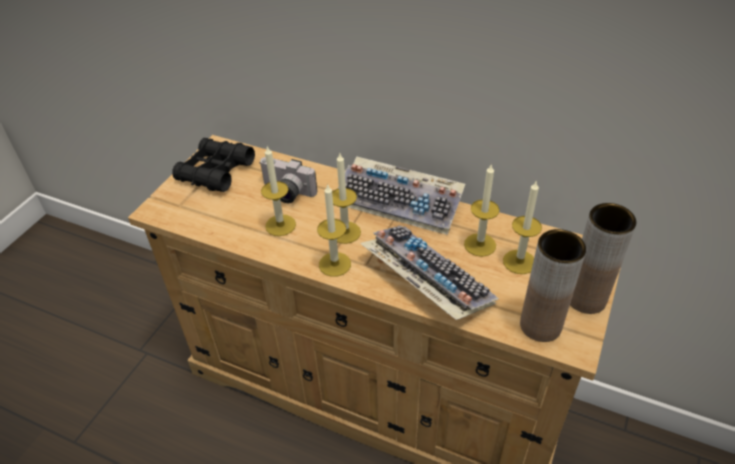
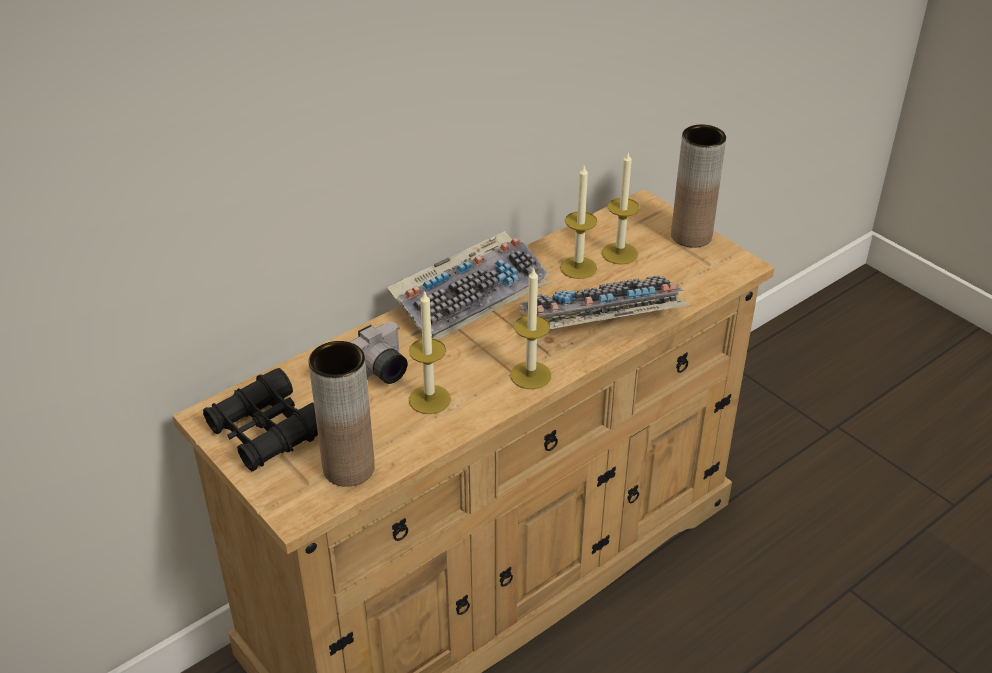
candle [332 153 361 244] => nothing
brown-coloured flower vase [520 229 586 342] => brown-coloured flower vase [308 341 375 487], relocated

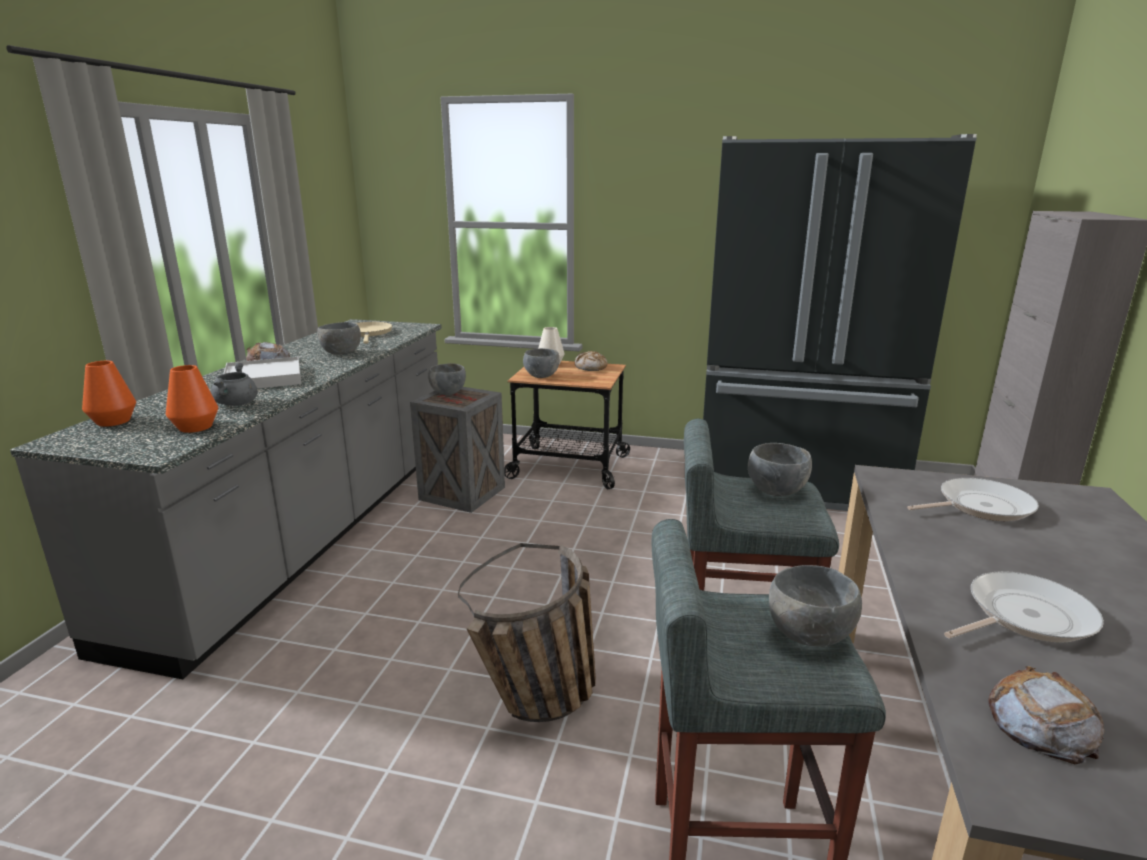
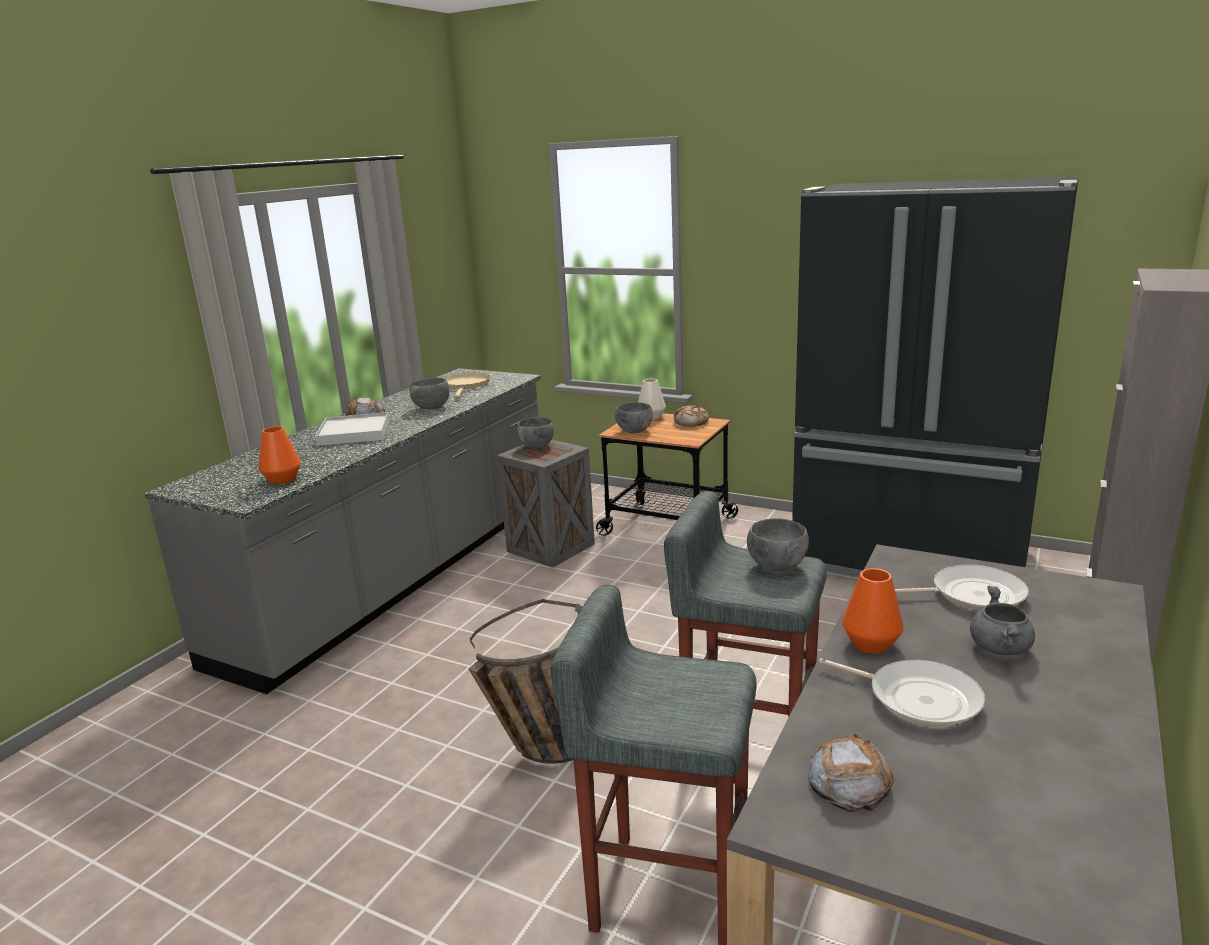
orangey flower vase [82 361 136 427] => orangey flower vase [842 568 904 653], relocated
greyish cooking pot [211 363 257 406] => greyish cooking pot [970 585 1035 655], relocated
greyish deep dish [769 565 862 647] => nothing
frying pan [944 571 1104 643] => frying pan [819 658 985 727], 45 degrees clockwise

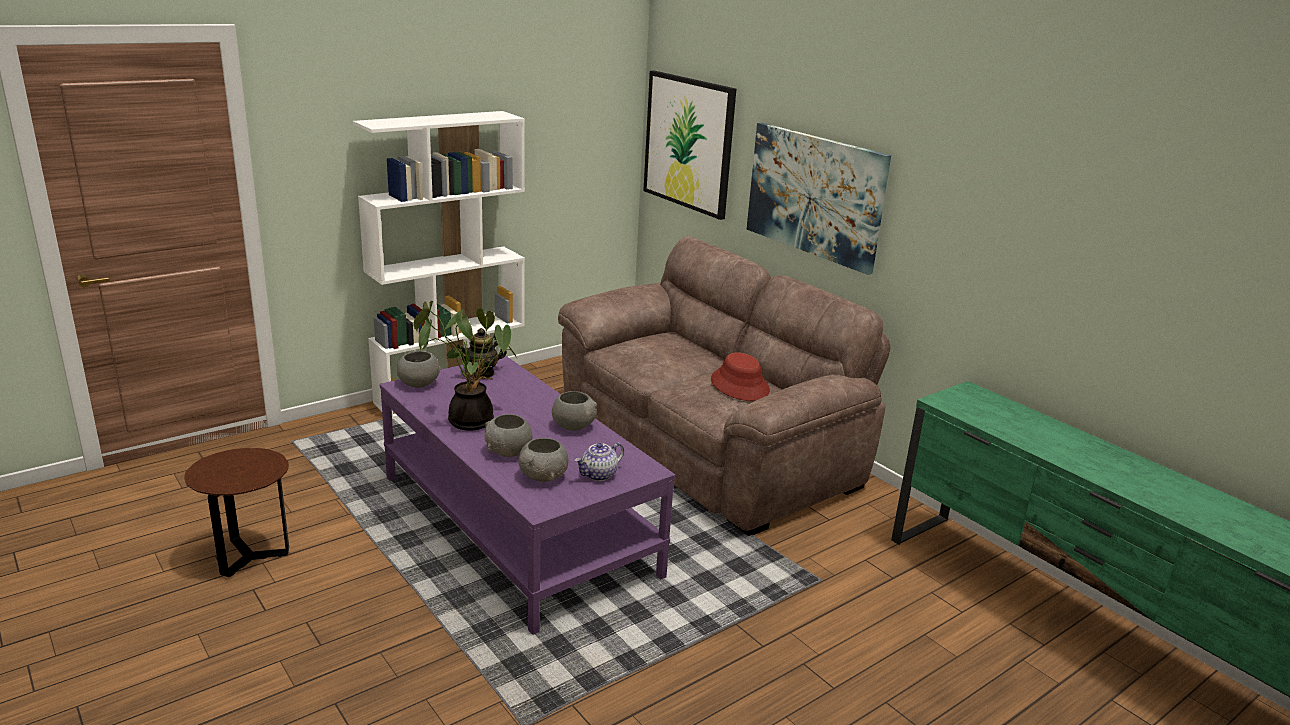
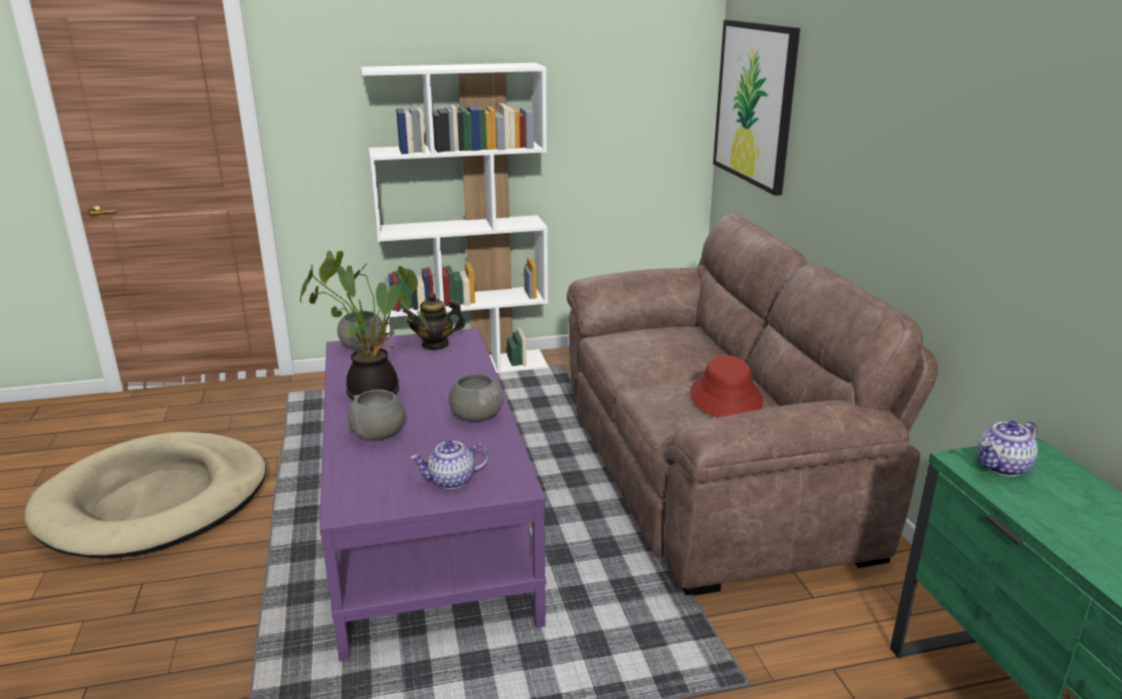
brown-coloured side table [184 448 289 577] => beige dog bed [25 432 266 558]
greyish deep dish [519 438 569 482] => nothing
picture [747 123 891 275] => nothing
nothing => teapot [977 421 1038 476]

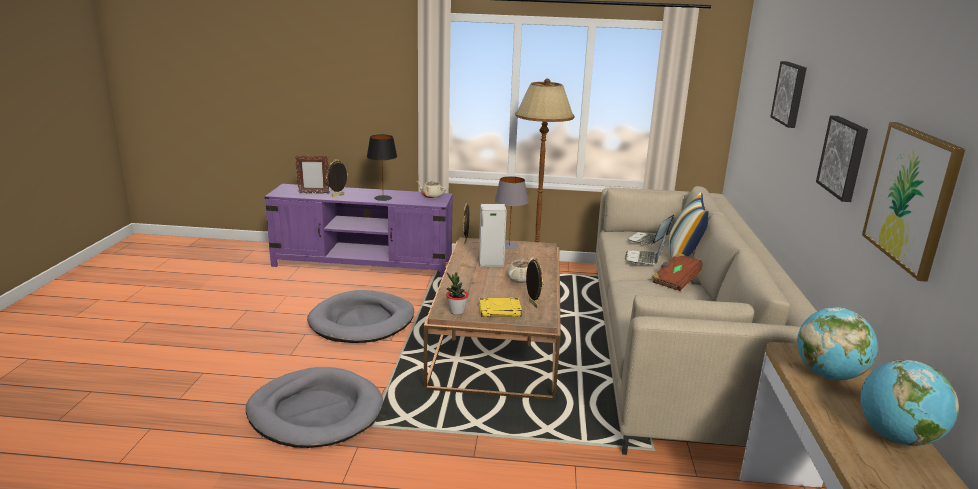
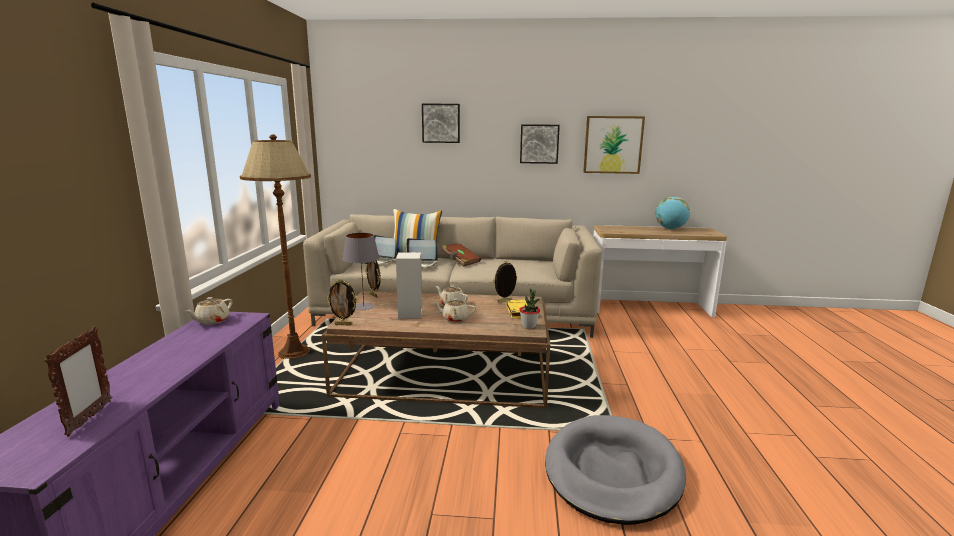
greyish dog bed [307 290 414 343] => nothing
photo frame [326 160 348 197] => photo frame [365 261 381 298], relocated
black lamp for a table [367 134 397 201] => nothing
desk globe [797 307 878 380] => nothing
nothing => beige teapot [433 298 476 322]

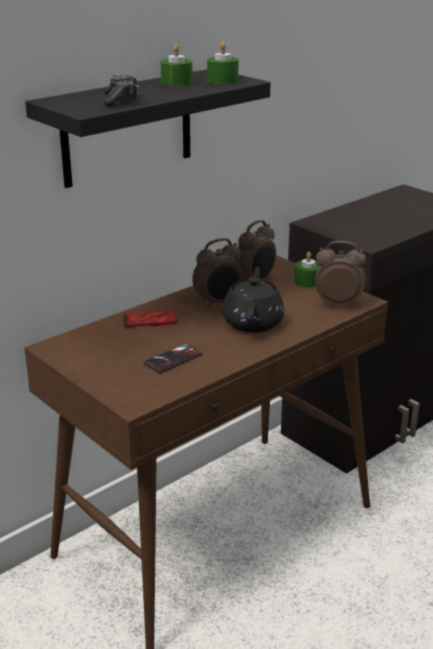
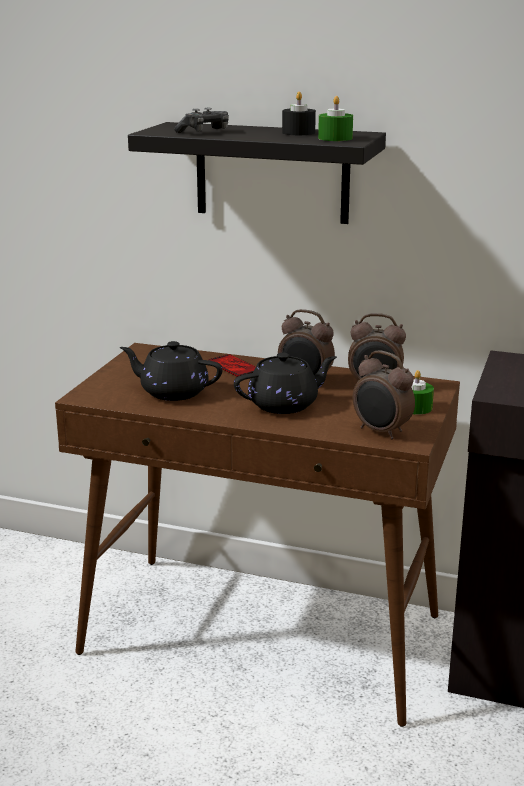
handset [144 344 203 373] => black teapot [120 341 223 401]
greenish candle [161 44 193 86] => black candle [282 92 316 135]
alarm clock [315 241 366 308] => alarm clock [353 351 415 440], 150 degrees clockwise

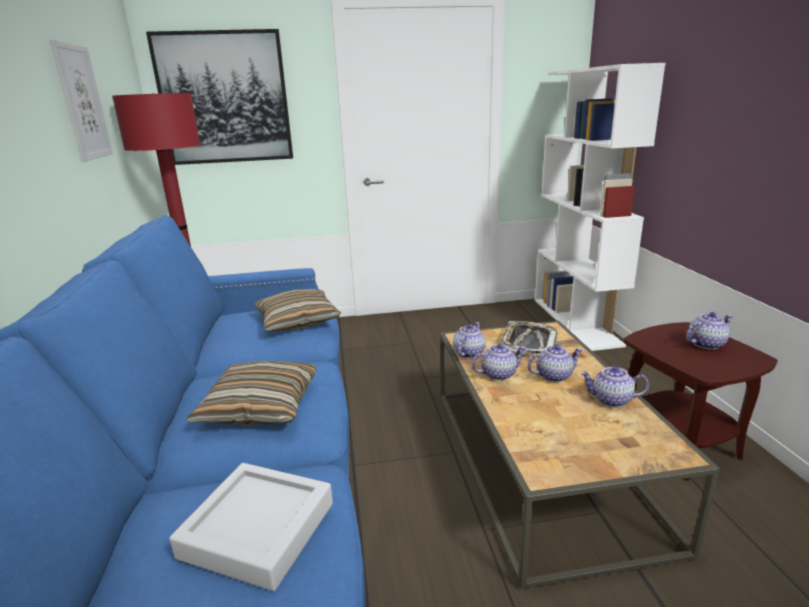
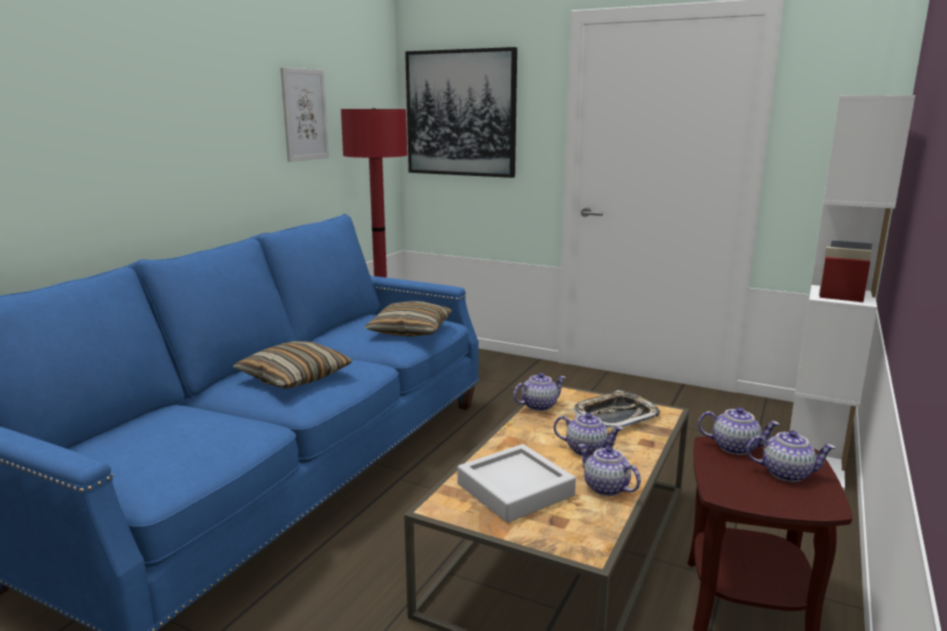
greyish carrying tray [169 463 333 591] => greyish carrying tray [457 444 576 523], relocated
teapot [472 343 526 381] => teapot [698 407 780 455], relocated

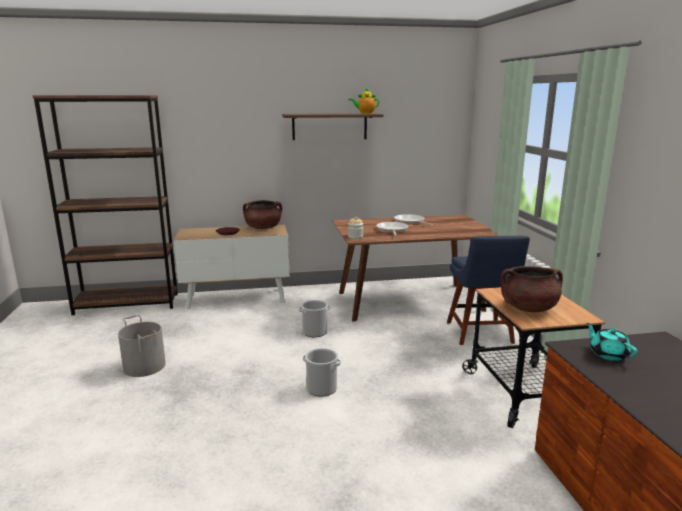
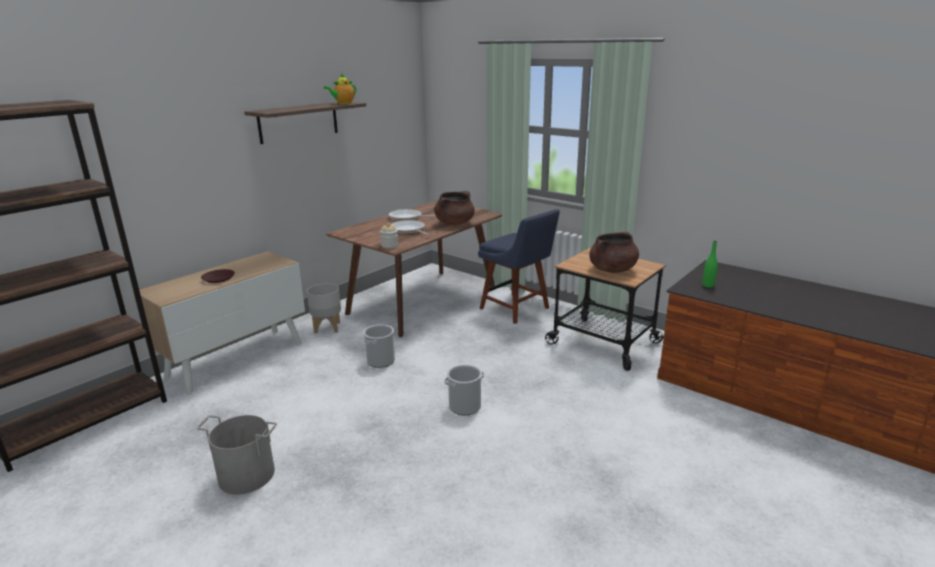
brown-coloured cooking pot [243 200 282 229] => brown-coloured cooking pot [434 191 475 225], relocated
turquoise-coloured teapot [586 323 637 361] => greenish bottle [702 241 718 287]
nothing => greyish planter [307 283 341 334]

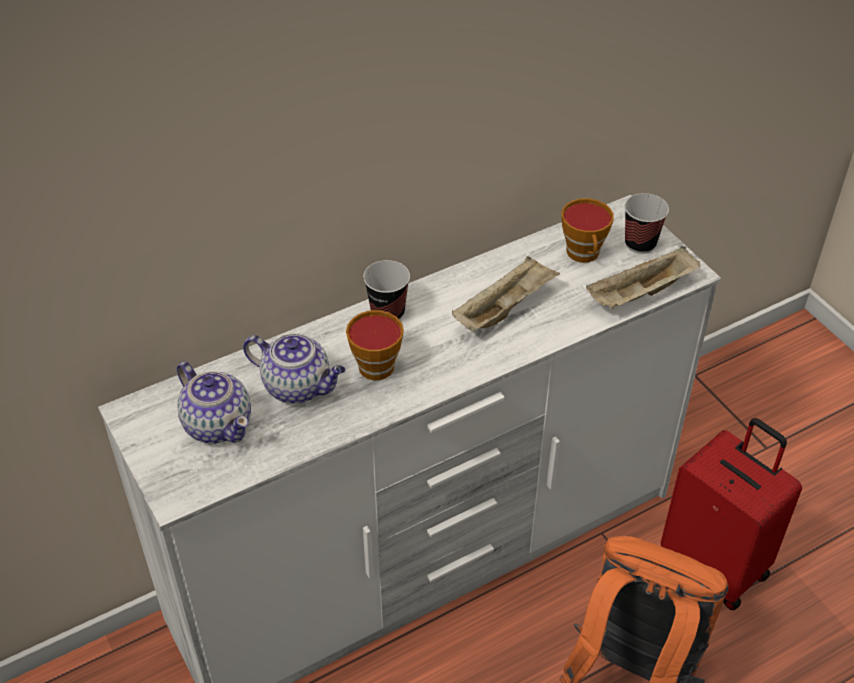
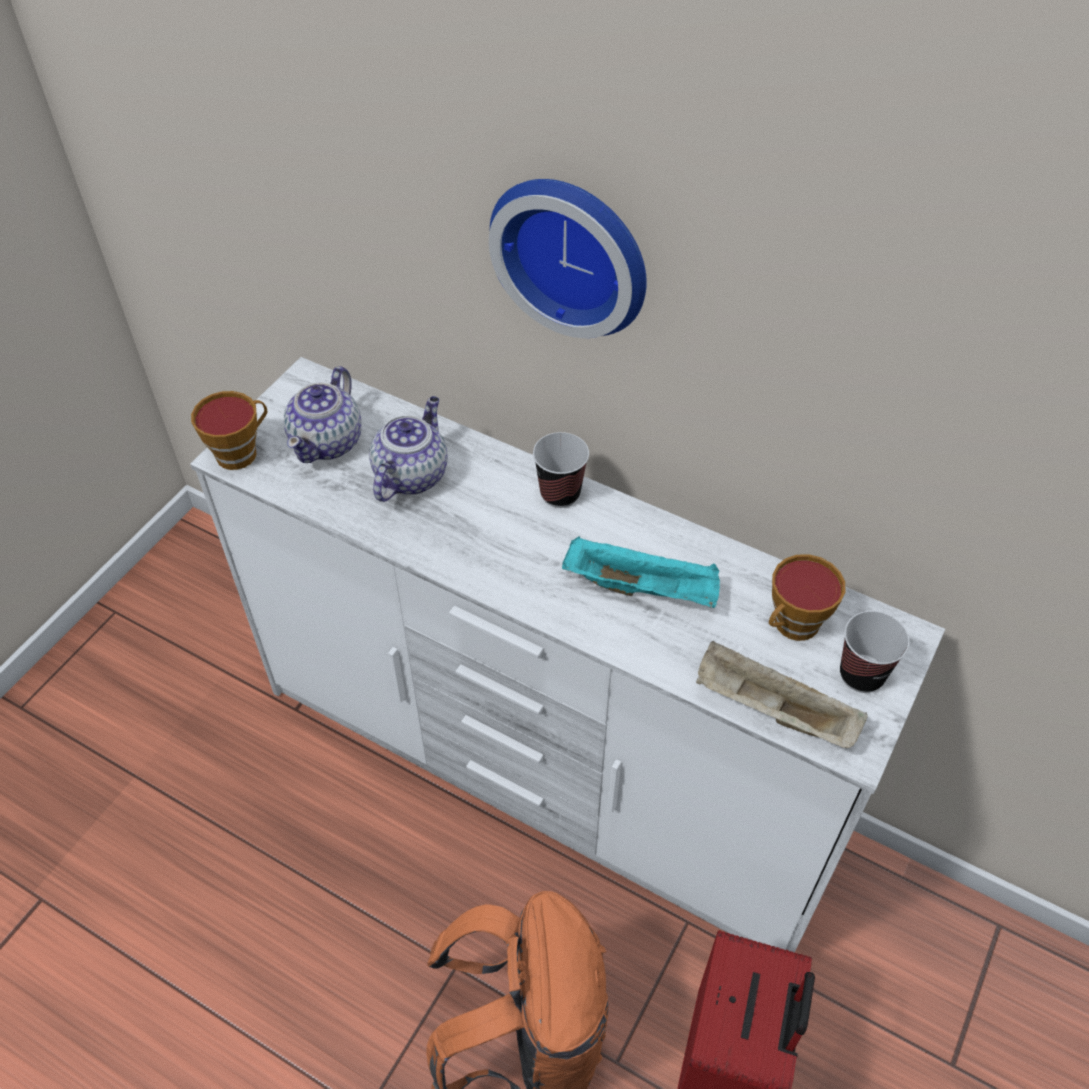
teapot [243 333 346 403] => teapot [369 396 448 502], 150 degrees counterclockwise
small cup [346 310 404 380] => small cup [191 391 267 470], relocated
beige carrying tray [452 256 560 332] => turquoise-coloured carrying tray [562 536 720 608]
nothing => wall clock [489 179 647 338]

